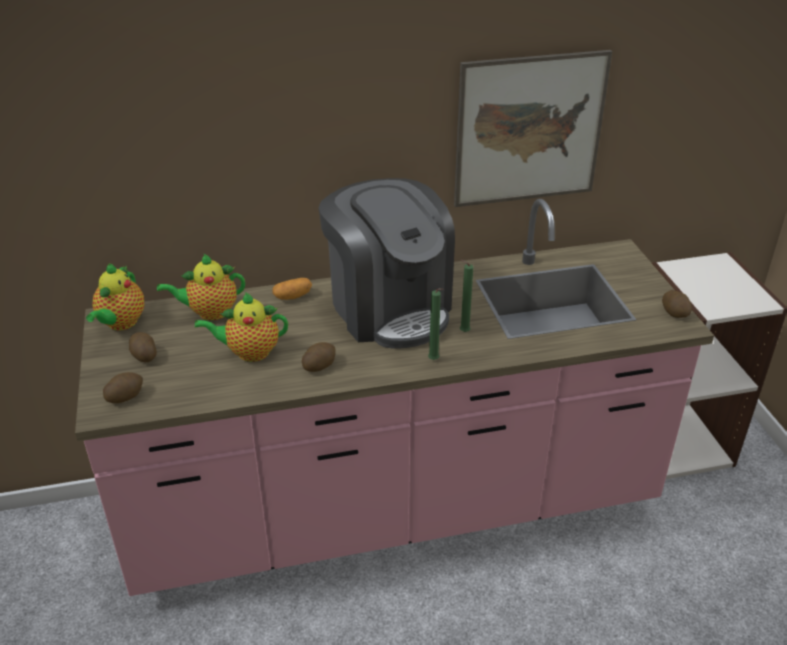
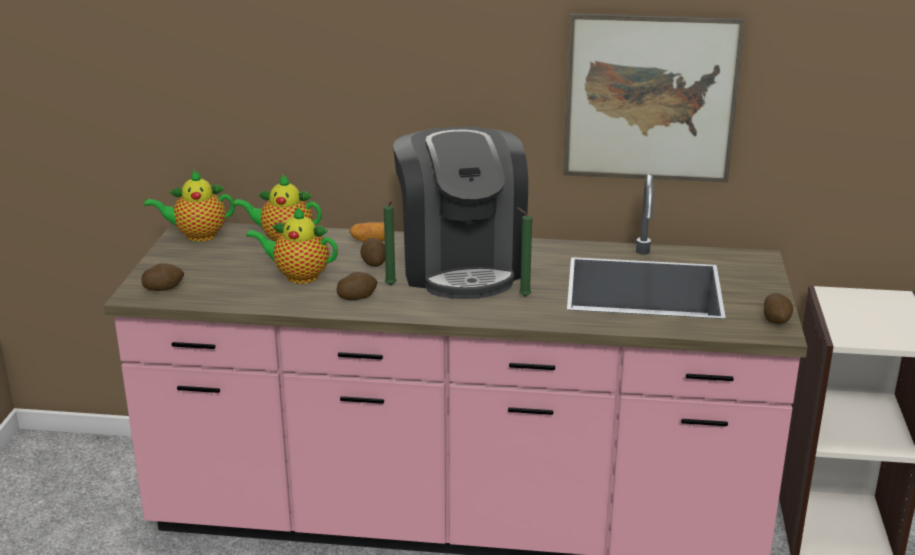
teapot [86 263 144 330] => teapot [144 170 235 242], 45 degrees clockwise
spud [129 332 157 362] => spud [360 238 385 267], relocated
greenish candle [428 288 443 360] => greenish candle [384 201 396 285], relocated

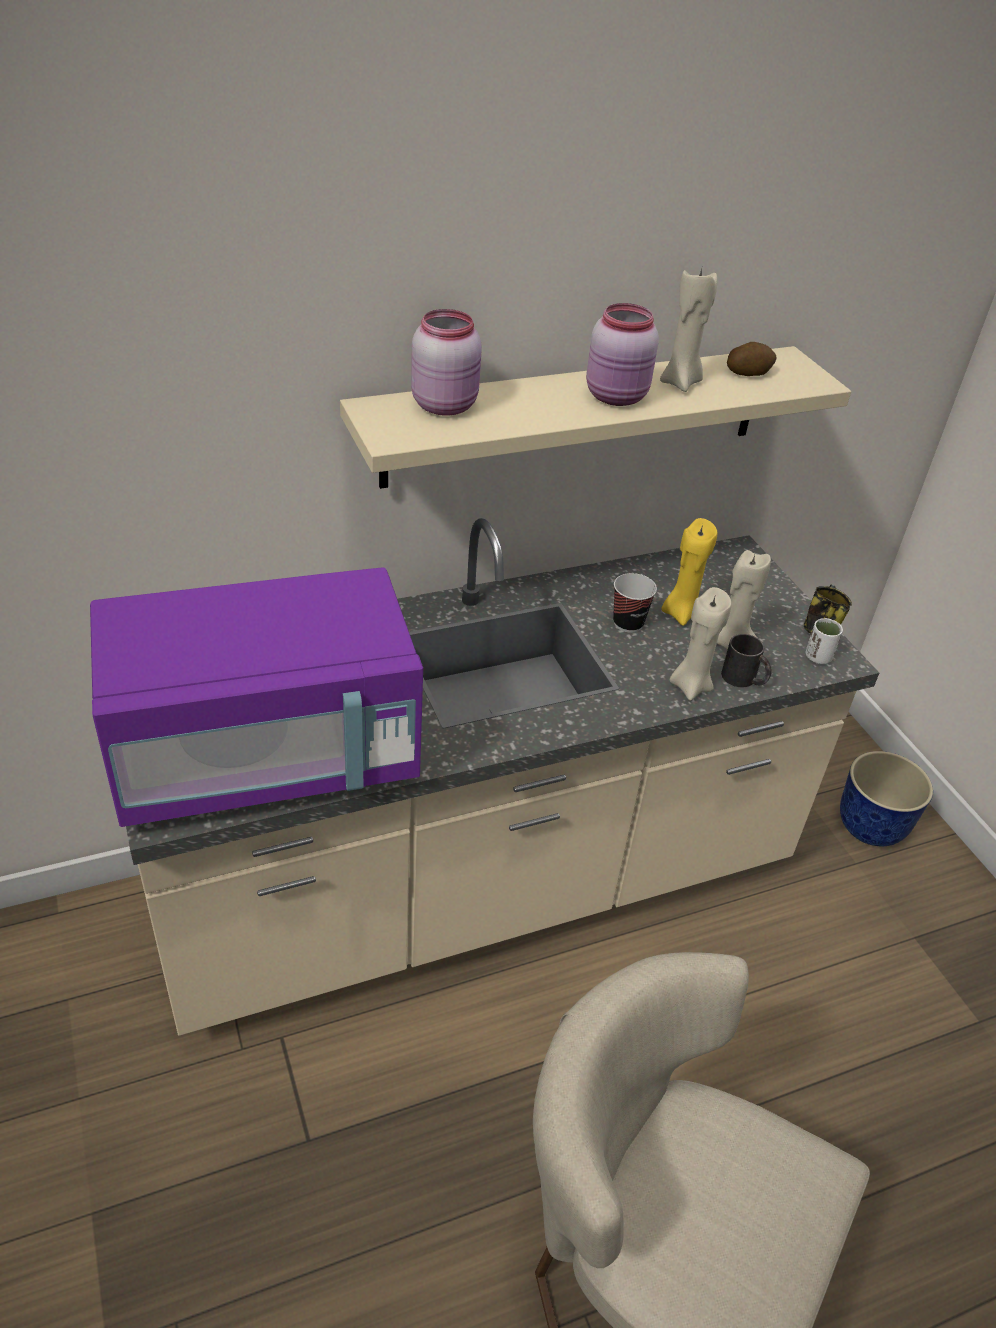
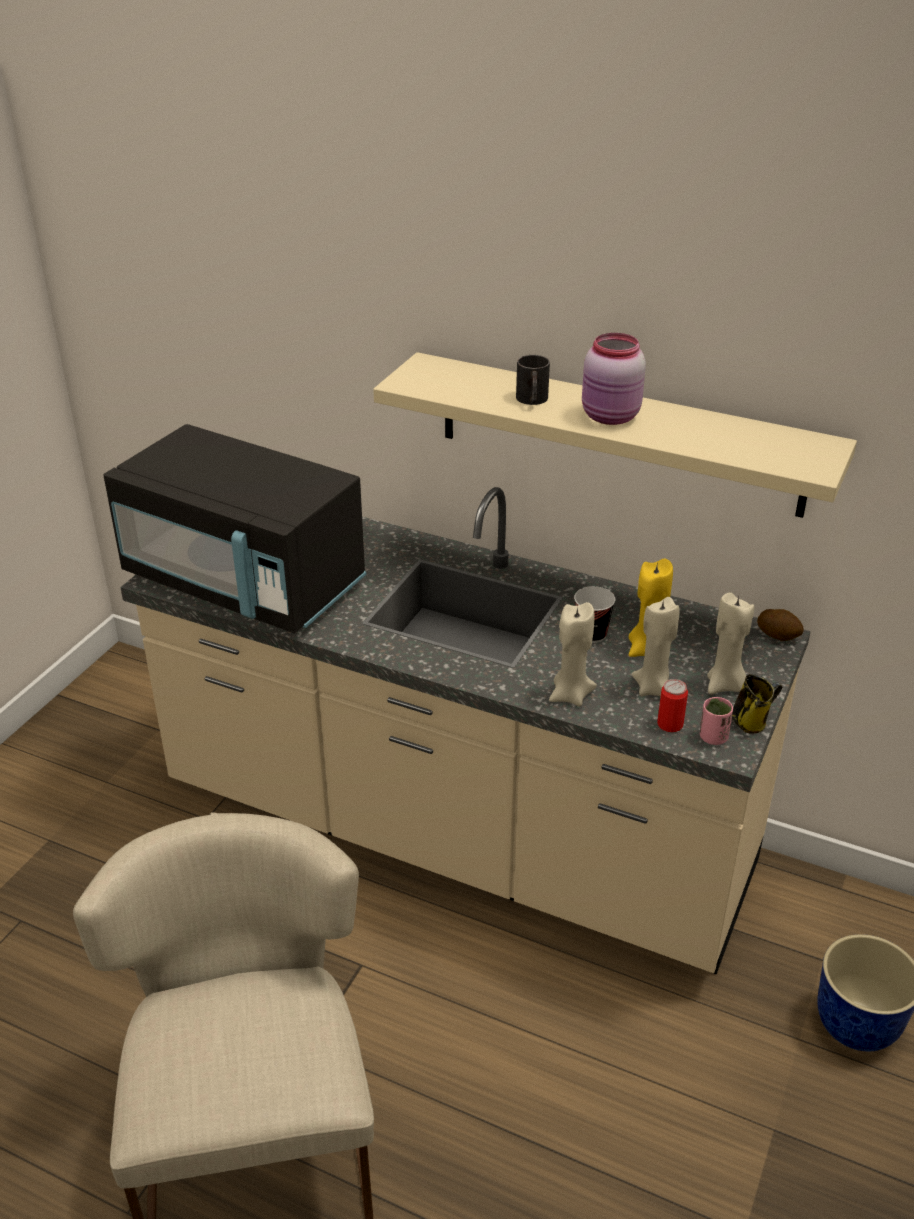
purple-coloured microwave oven [90 567 423 827] => black microwave oven [103 424 366 634]
pink-coloured storage jar [411 309 482 416] => nothing
beige candle [660 269 717 392] => beige candle [707 592 754 694], relocated
black tea mug [721 634 771 688] => black tea mug [516 355 550 405], relocated
spud [727 342 777 376] => spud [757 609 804 641], relocated
whitish small cup [806 618 843 664] => pink-coloured small cup [700 697 733 745]
nothing => sealed can [657 679 688 732]

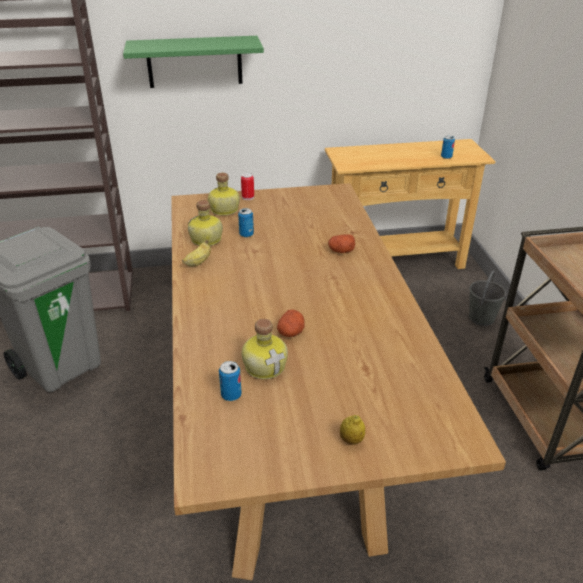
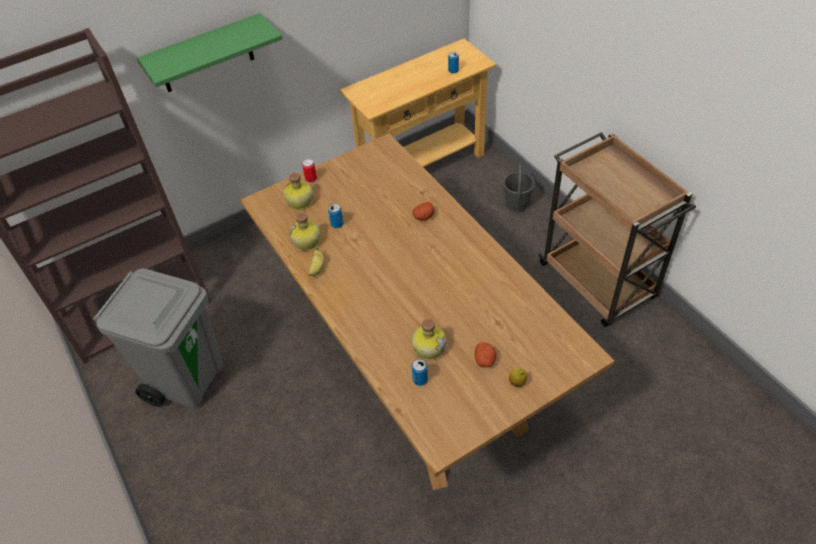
spud [277 309 304 337] => spud [475 342 497 368], relocated

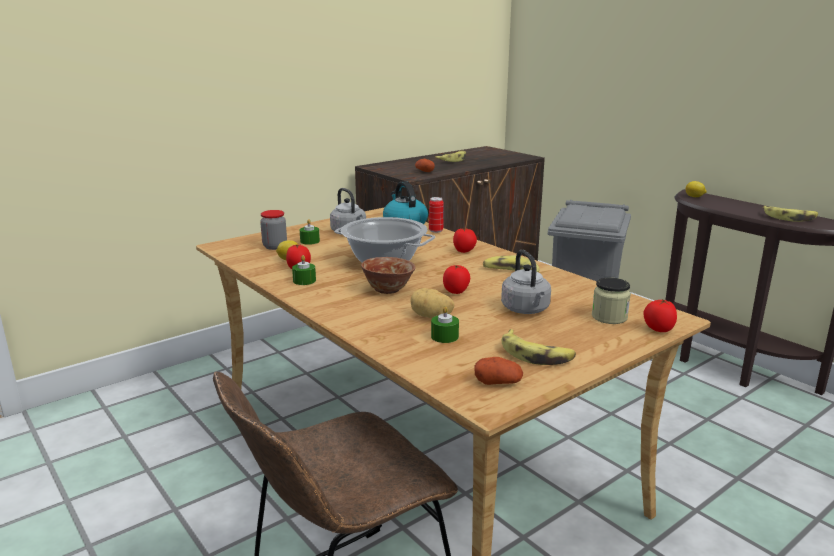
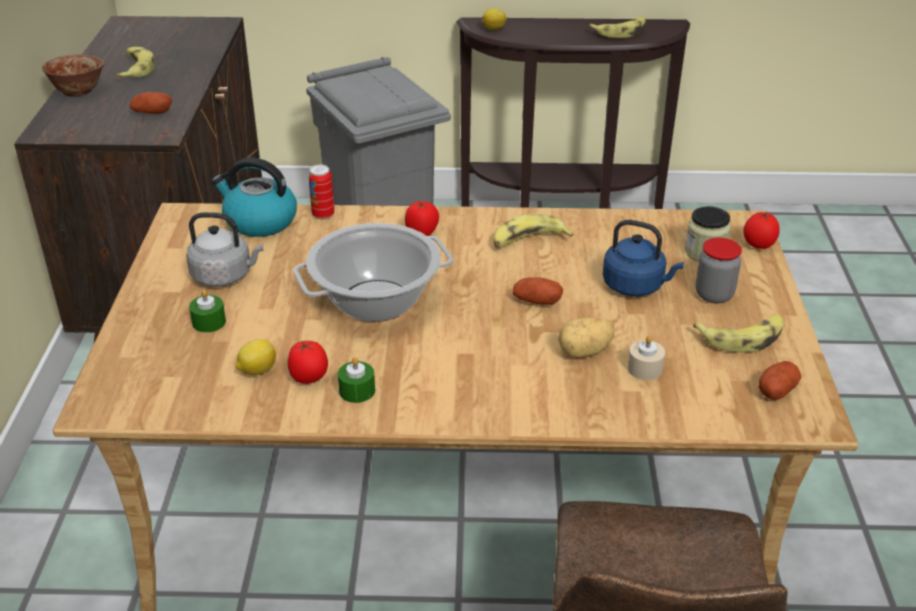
storage jar [260 210 287 250] => storage jar [695 238 742 304], relocated
deep dish [361 257 416 294] => deep dish [42 54 104 97], relocated
greenish candle [431 306 459 343] => beige candle [627 335 665 380]
fresh tomato [443 265 470 294] => spud [513 278 563 305]
greyish water kettle [501 250 551 314] => blue water kettle [603 220 684 297]

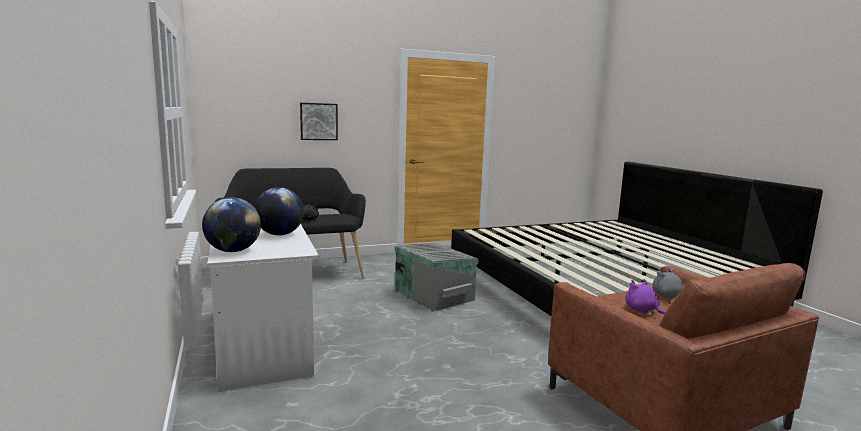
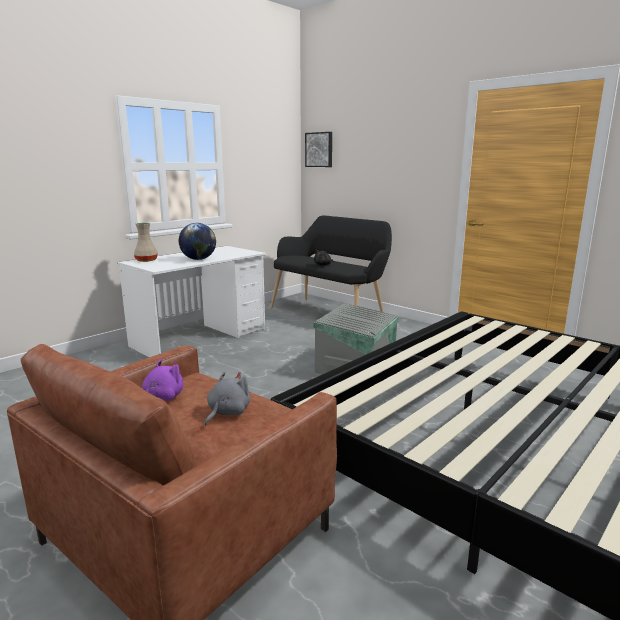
desk globe [202 197 261 252] => beige flower vase [134 223 158 262]
picture [300 103 338 140] => picture [305 132 332 167], relocated

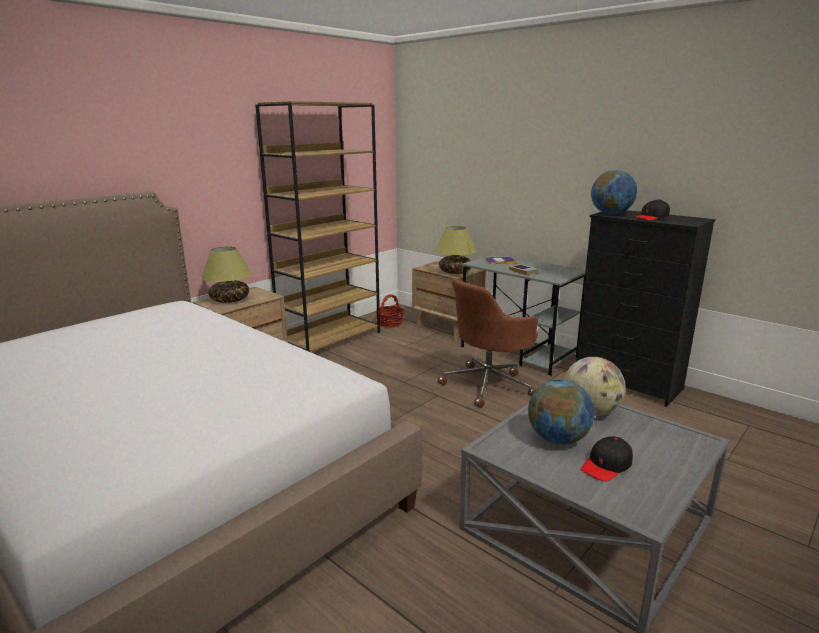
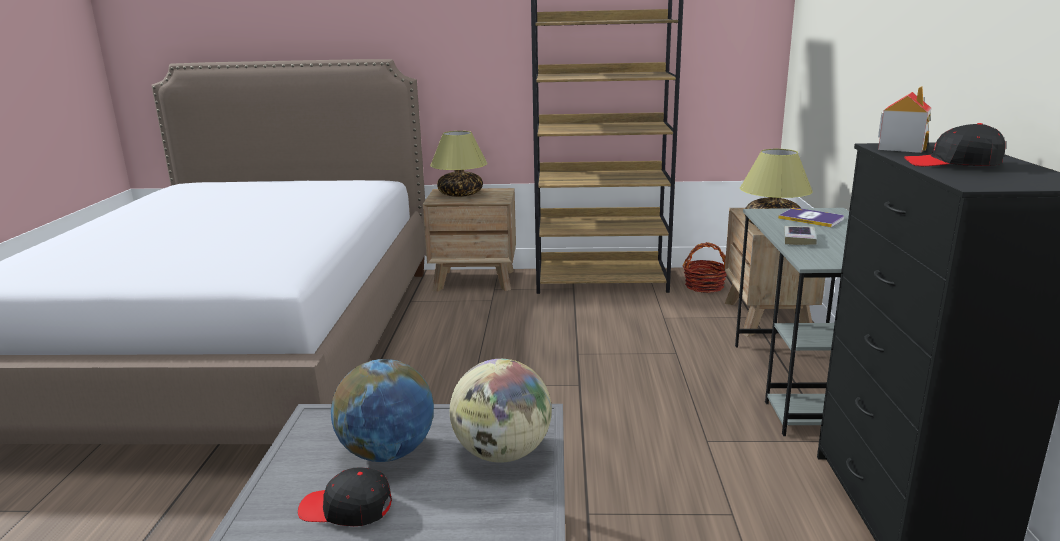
brown-coloured computer chair [438 278 538 408] => nothing
desk globe [591 170 637 215] => toy house [878 86 931 153]

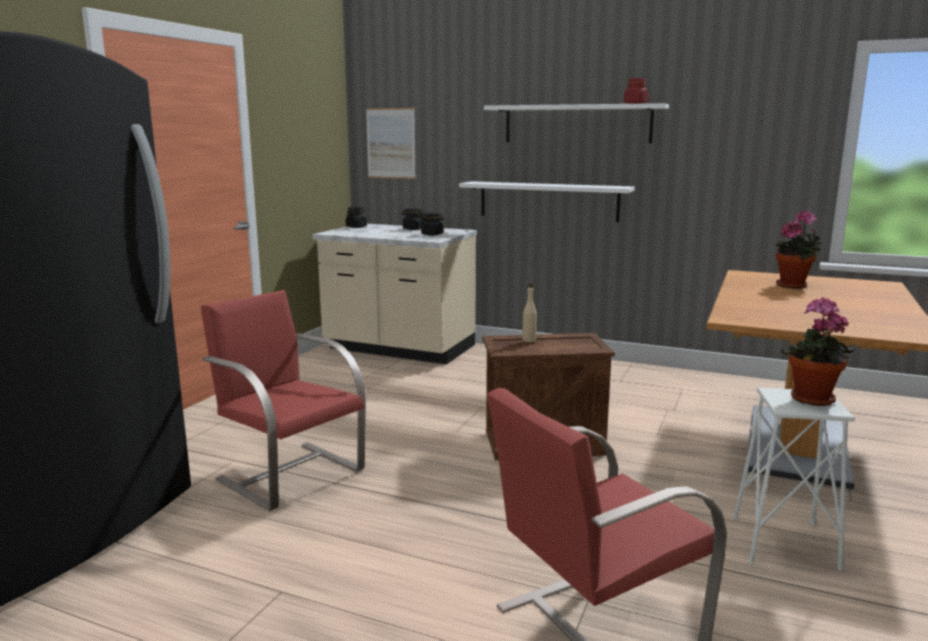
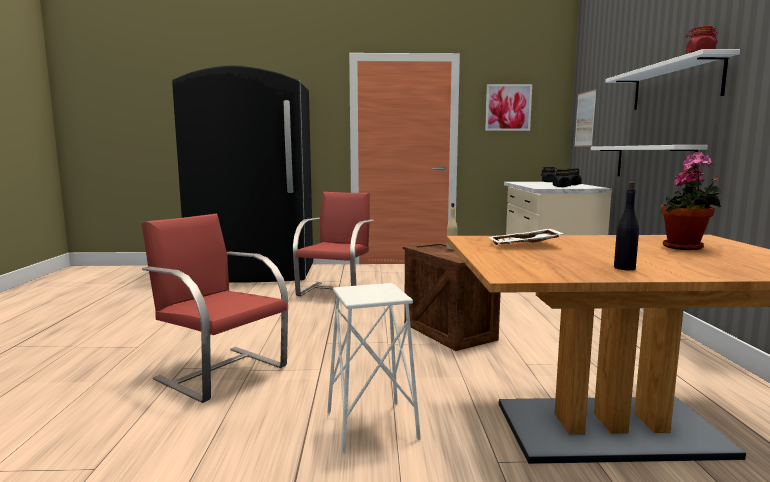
houseplant [781 297 857 406] => nothing
nothing => picture [485 84 532 131]
nothing => whitish carrying tray [488 228 564 245]
nothing => black bottle [614 182 639 270]

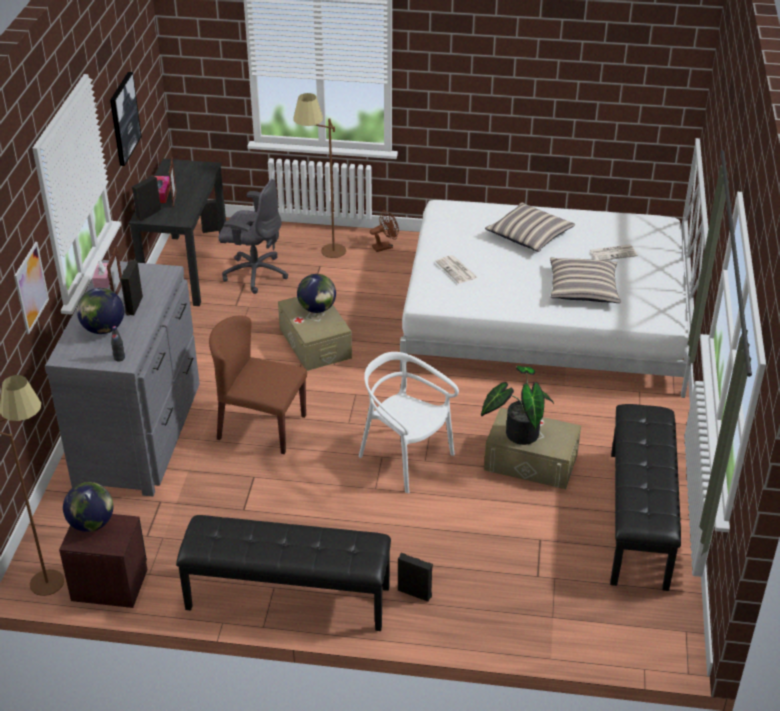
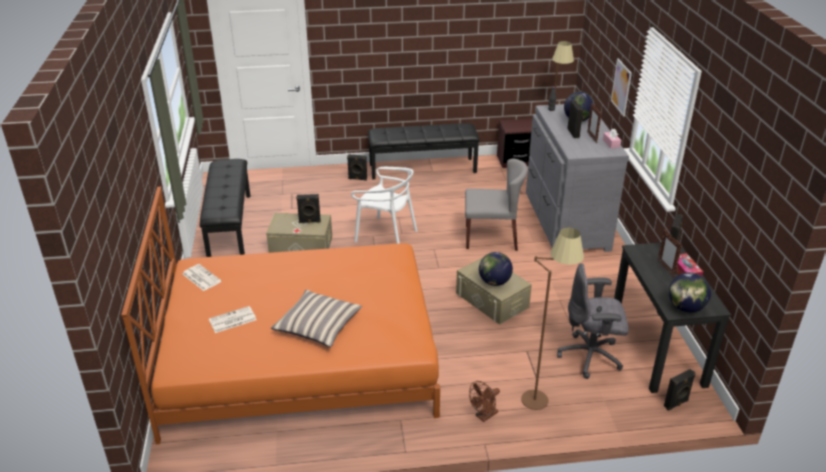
desk globe [63 482 113 532] => desk globe [669 272 711 313], relocated
picture [110 72 142 166] => nothing
brown-coloured chair [209 315 307 454] => greyish chair [465 159 528 251]
whitish sleeping bed [400 138 708 398] => orangey sleeping bed [121 187 440 444]
printed paper [435 255 478 284] => printed paper [182 264 221 291], relocated
houseplant [481 366 554 445] => black loudspeaker [296 194 321 223]
throw pillow [550 258 621 303] => nothing

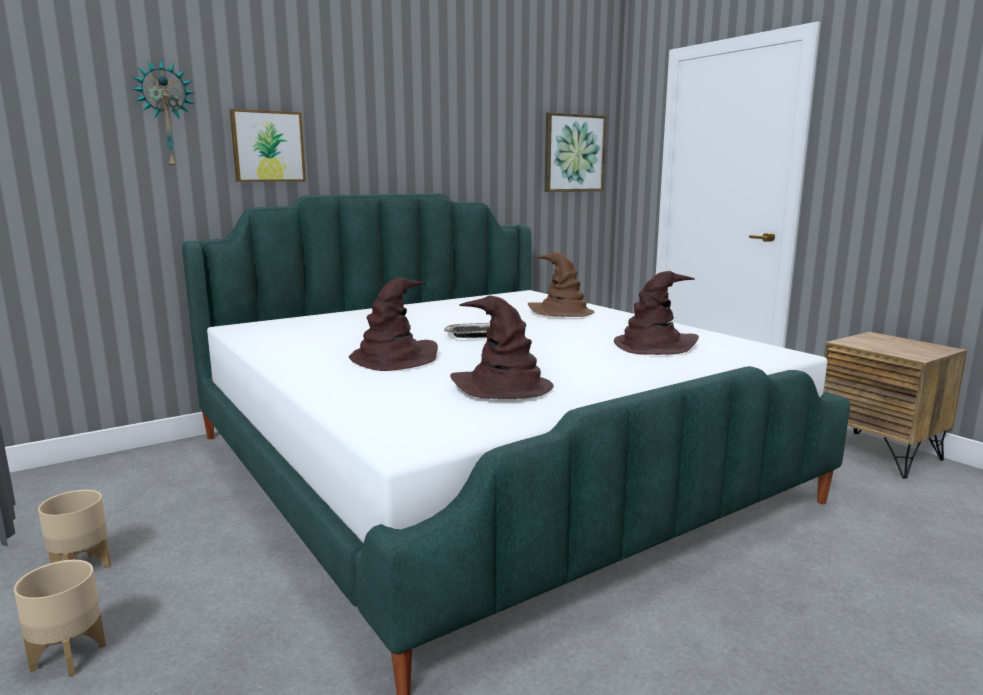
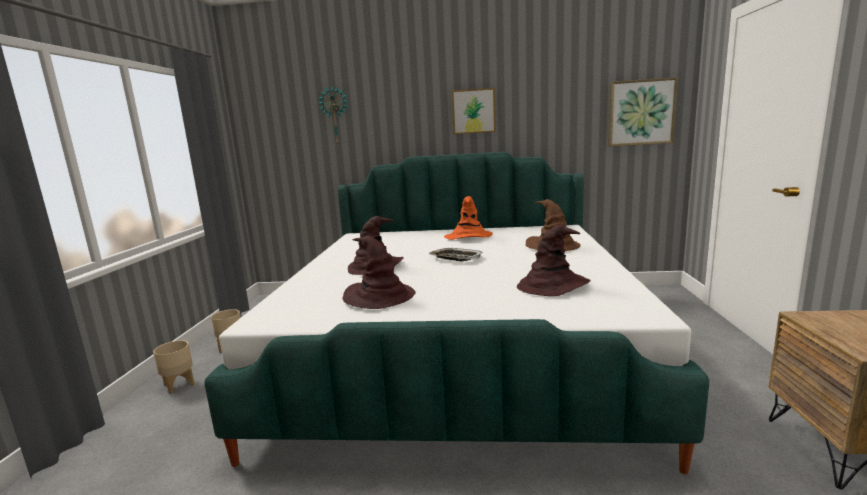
picture [230 109 306 182] => picture [452 88 496 134], relocated
nothing => orangey hat [444 196 493 240]

